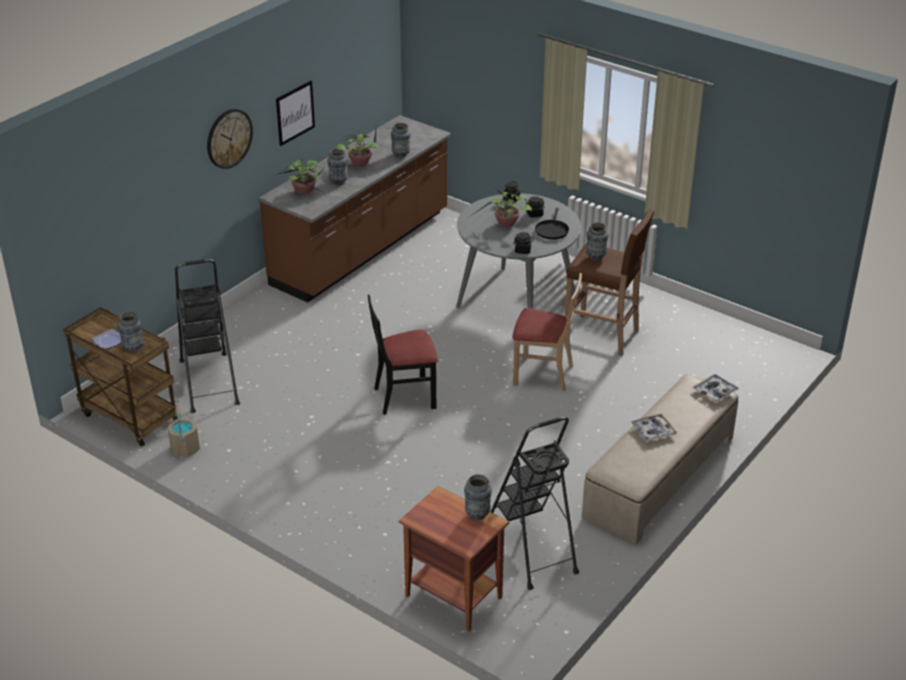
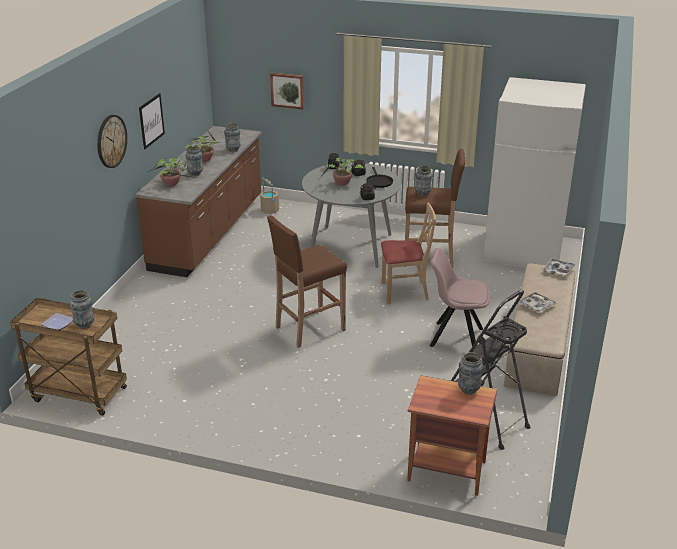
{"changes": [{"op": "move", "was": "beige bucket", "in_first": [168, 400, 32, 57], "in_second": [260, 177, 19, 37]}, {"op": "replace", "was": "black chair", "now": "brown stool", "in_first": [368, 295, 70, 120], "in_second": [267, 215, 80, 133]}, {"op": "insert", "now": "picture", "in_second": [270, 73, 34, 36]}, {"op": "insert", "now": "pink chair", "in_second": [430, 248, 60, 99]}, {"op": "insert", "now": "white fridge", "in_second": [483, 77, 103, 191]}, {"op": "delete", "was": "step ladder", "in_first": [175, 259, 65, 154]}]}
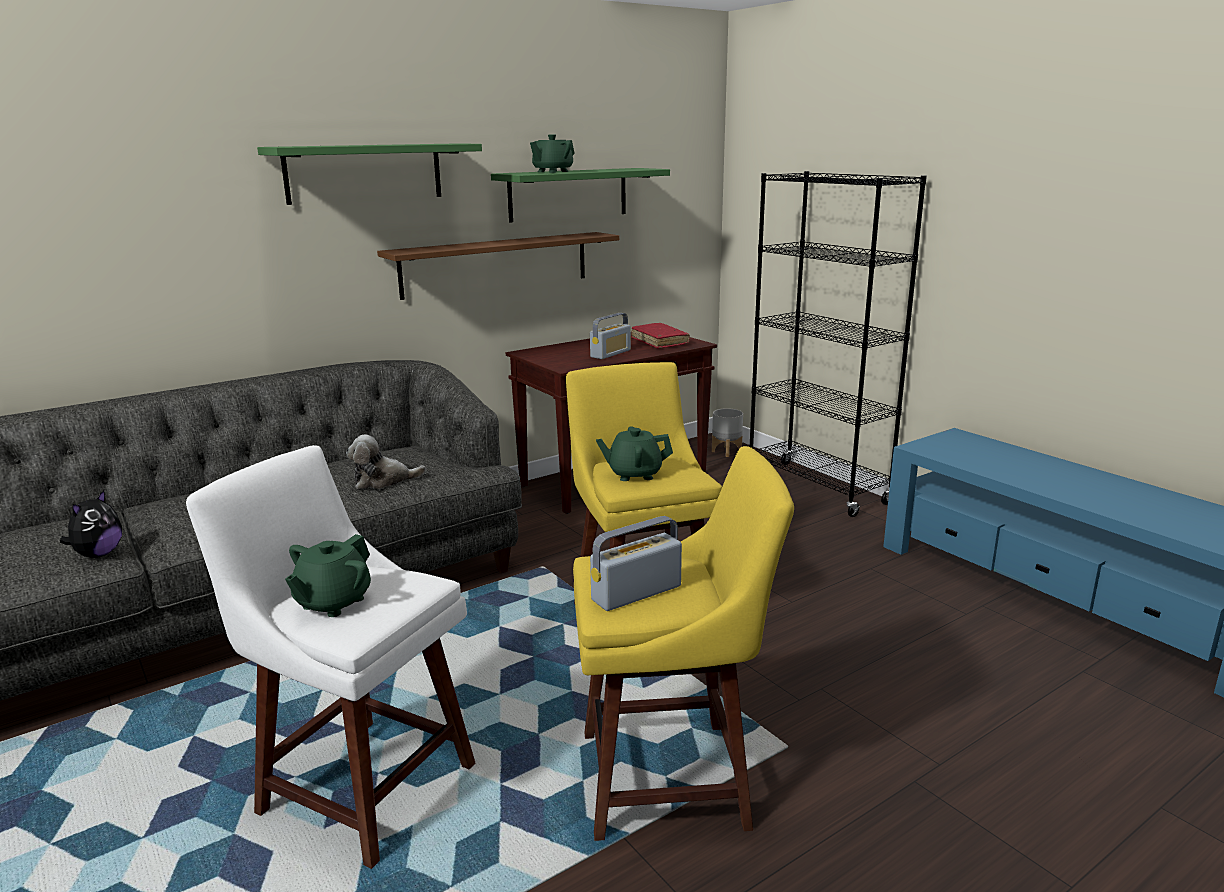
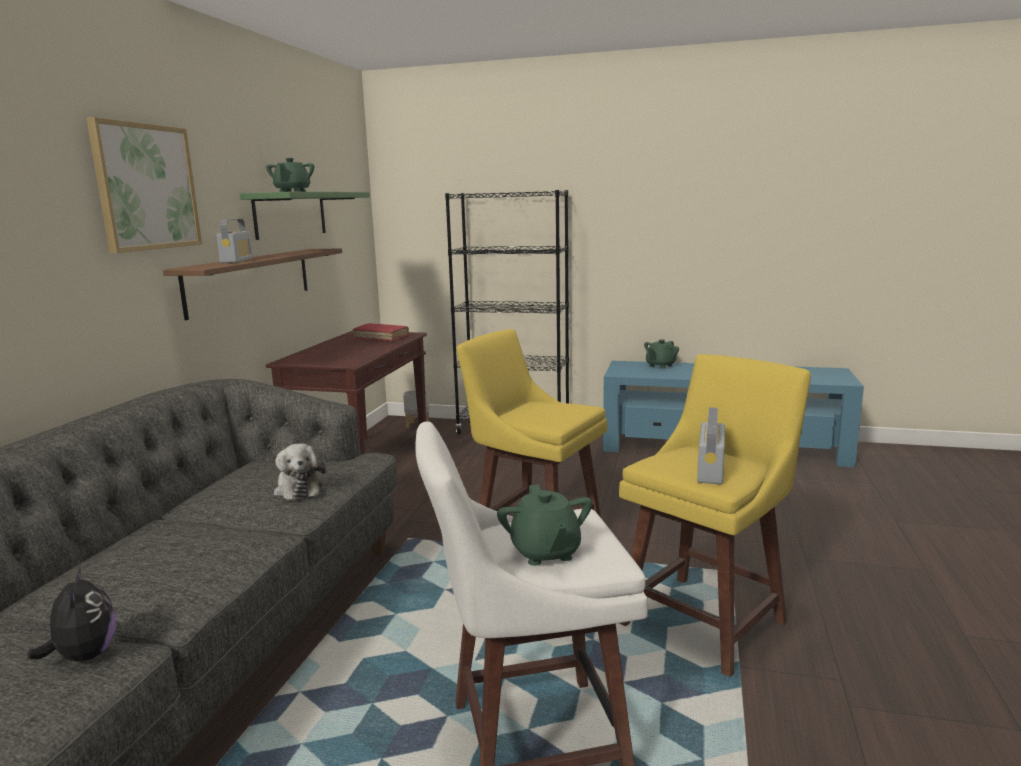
{"changes": [{"op": "replace", "was": "green shelf", "now": "picture", "in_first": [257, 144, 225, 61], "in_second": [86, 117, 116, 136]}, {"op": "move", "was": "radio", "in_first": [590, 313, 41, 46], "in_second": [216, 218, 37, 45]}, {"op": "rotate", "was": "plush toy", "in_first": [346, 435, 80, 54], "in_second": [274, 444, 52, 56], "clockwise": -60}, {"op": "move", "was": "green teapot", "in_first": [596, 426, 77, 55], "in_second": [644, 339, 35, 30]}]}
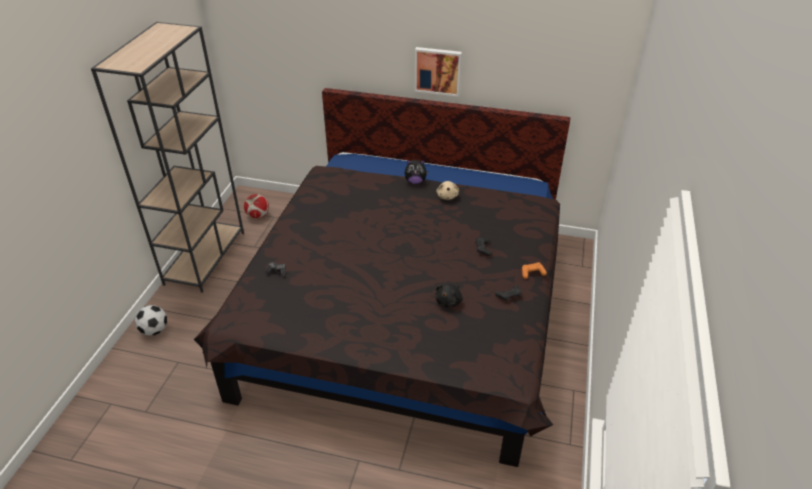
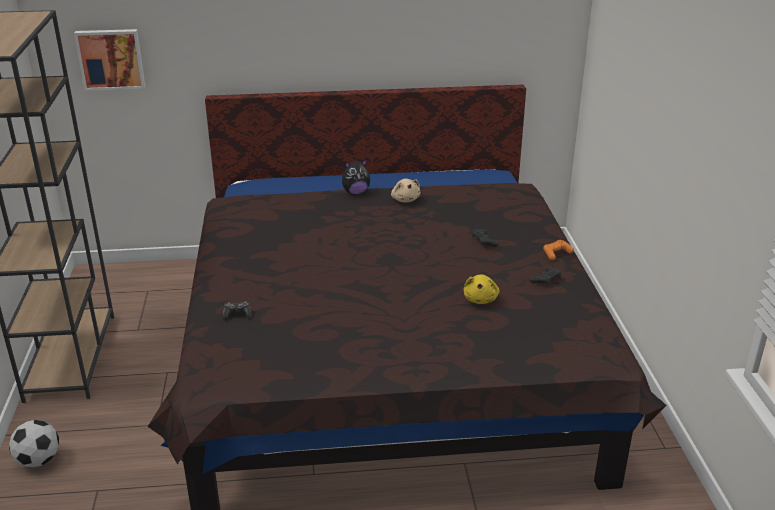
{"changes": [{"op": "move", "was": "picture", "in_first": [415, 47, 47, 50], "in_second": [74, 29, 71, 62]}, {"op": "recolor", "was": "black plush toy", "now": "yellow plush toy", "in_first": [435, 284, 28, 23], "in_second": [464, 275, 36, 29]}, {"op": "delete", "was": "football", "in_first": [244, 194, 25, 25]}]}
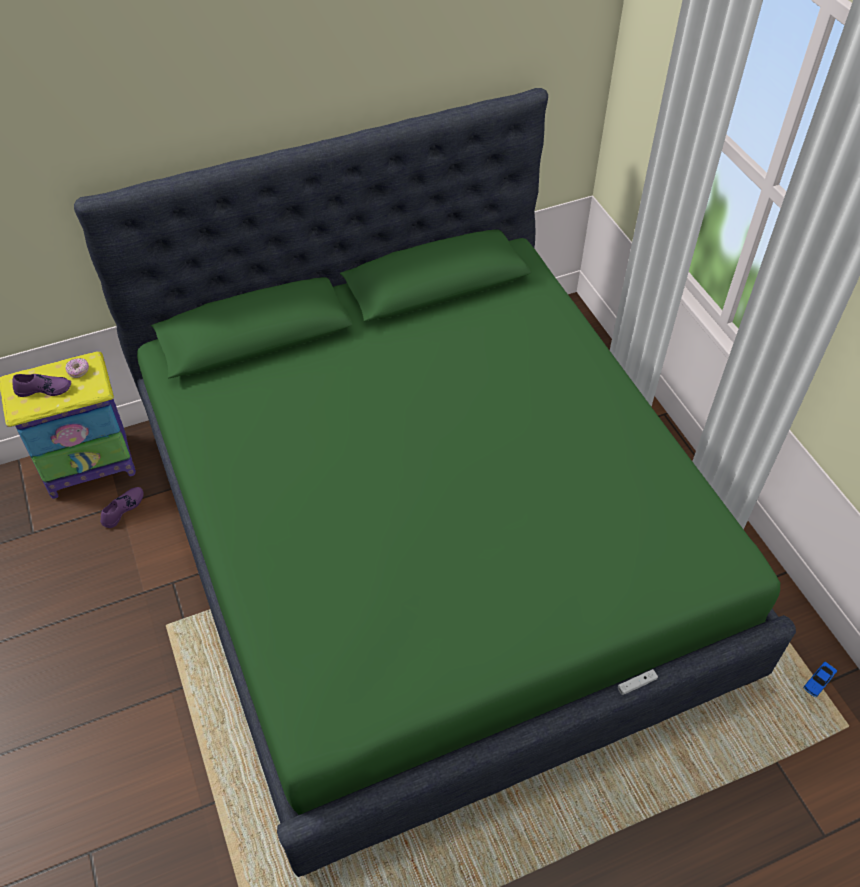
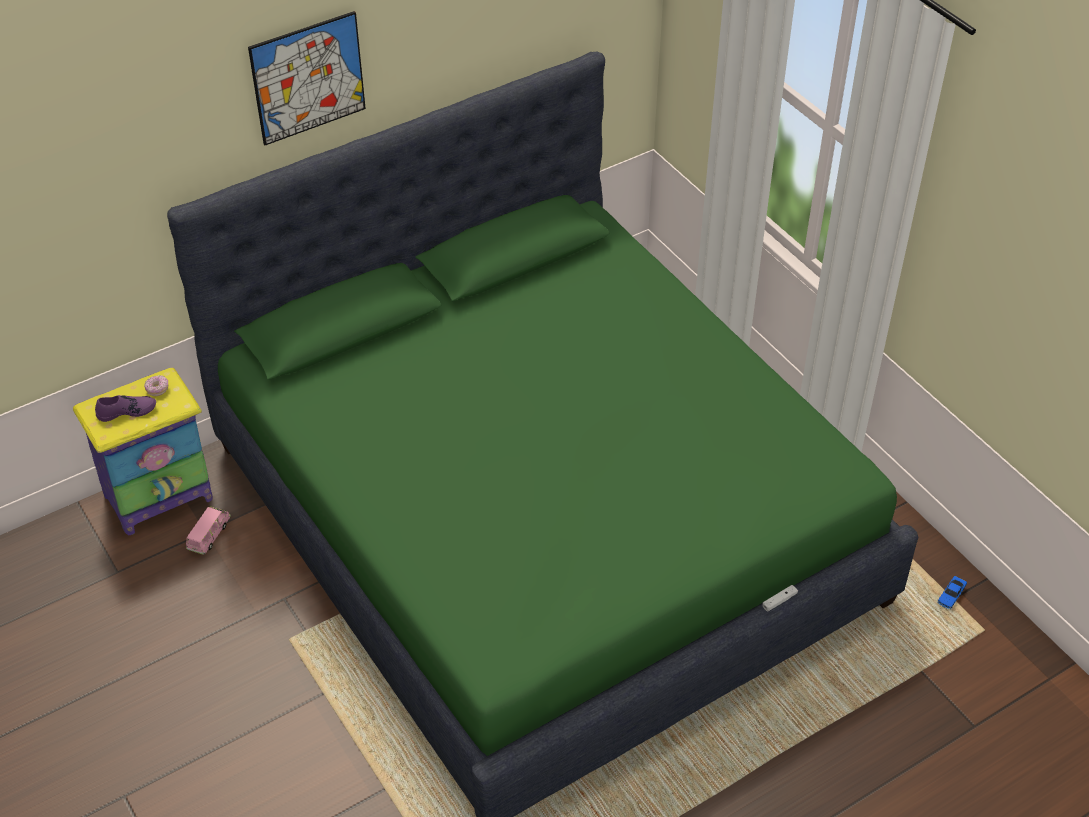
{"changes": [{"op": "replace", "was": "purple shoe", "now": "pink toy car", "in_first": [100, 487, 44, 41], "in_second": [186, 507, 45, 48]}, {"op": "insert", "now": "picture", "in_second": [248, 11, 118, 134]}]}
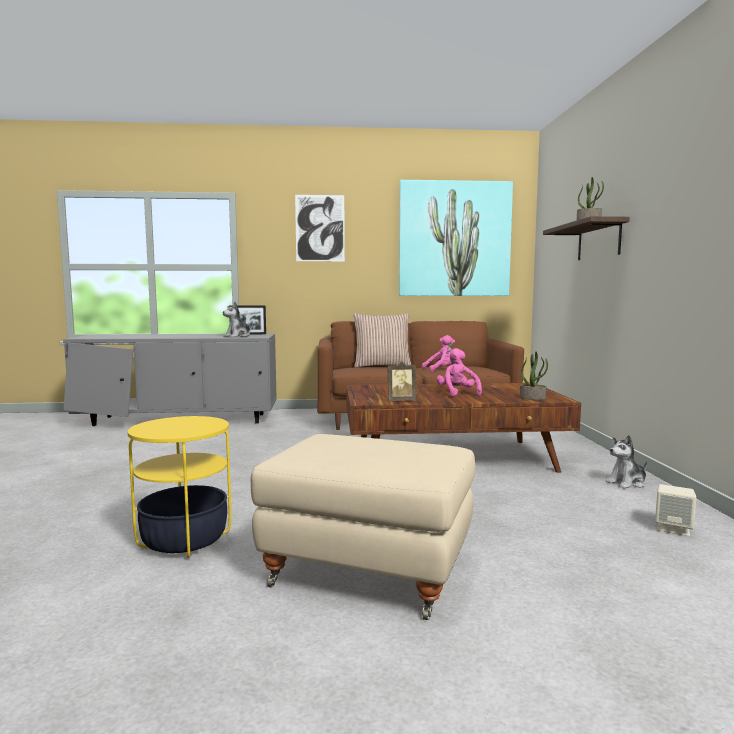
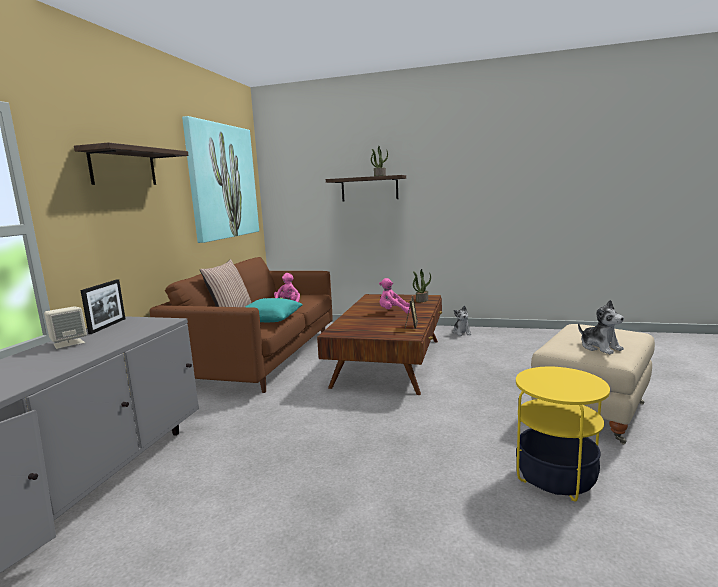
{"changes": [{"op": "move", "was": "beige speaker", "in_first": [655, 484, 41, 52], "in_second": [44, 306, 43, 43]}, {"op": "replace", "was": "picture", "now": "shelf", "in_first": [295, 195, 50, 66], "in_second": [74, 142, 115, 43]}, {"op": "insert", "now": "turquoise pillow", "in_second": [246, 297, 57, 25]}, {"op": "move", "was": "plush toy", "in_first": [223, 302, 30, 35], "in_second": [578, 300, 46, 54]}]}
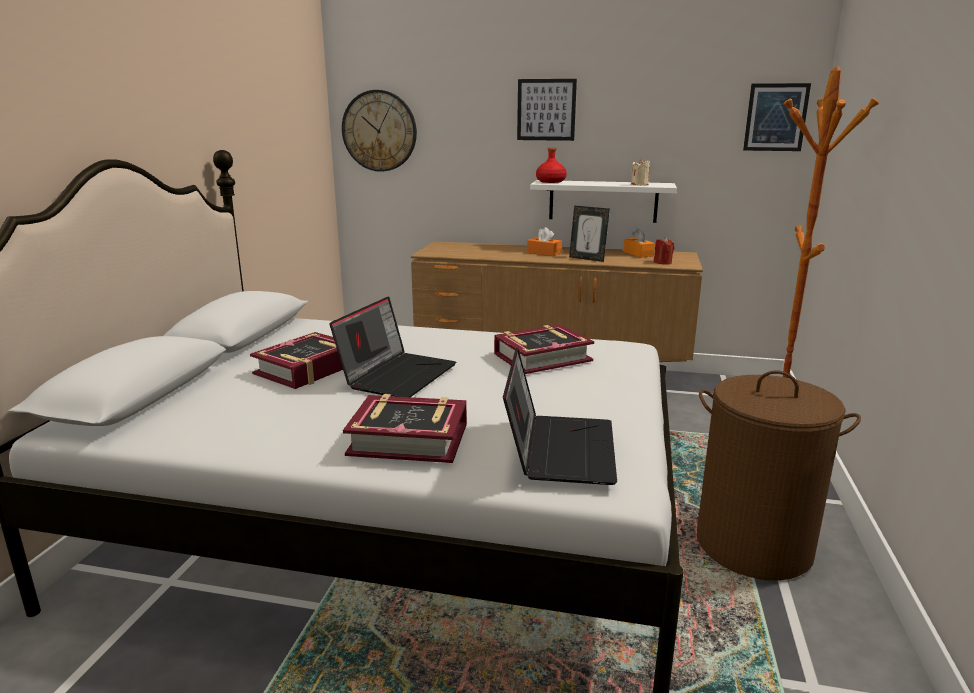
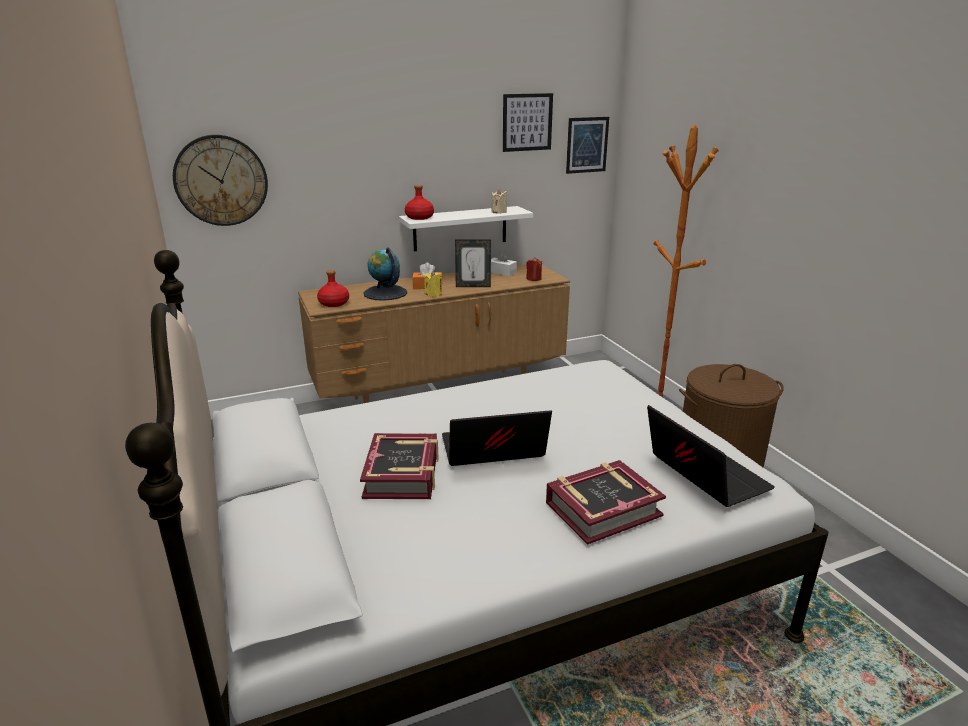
{"changes": [{"op": "insert", "now": "red bottle", "in_second": [317, 270, 32, 37]}, {"op": "insert", "now": "globe", "in_second": [363, 247, 44, 54]}, {"op": "insert", "now": "yellow candle", "in_second": [424, 271, 18, 25]}, {"op": "rotate", "was": "laptop", "in_first": [329, 296, 127, 101], "in_second": [442, 410, 110, 56], "clockwise": -90}, {"op": "recolor", "was": "orange tissue box", "now": "white tissue box", "in_first": [623, 228, 32, 30], "in_second": [491, 250, 26, 26]}, {"op": "move", "was": "picture", "in_first": [517, 79, 60, 62], "in_second": [503, 93, 50, 59]}, {"op": "delete", "was": "book", "in_first": [494, 324, 100, 50]}]}
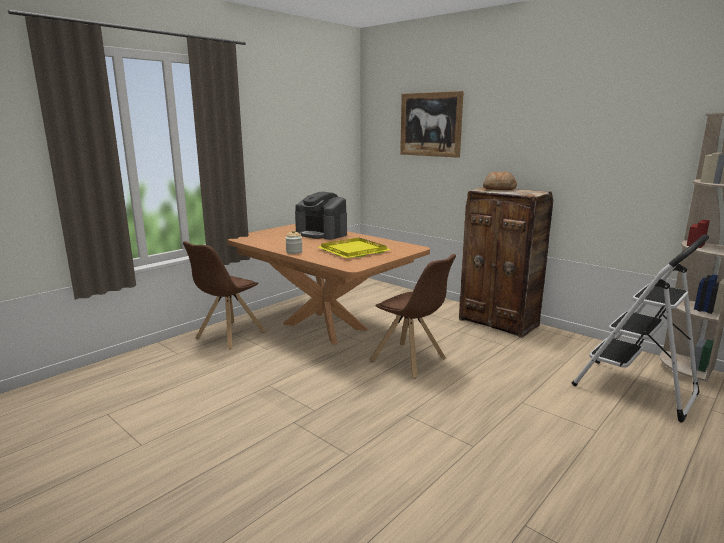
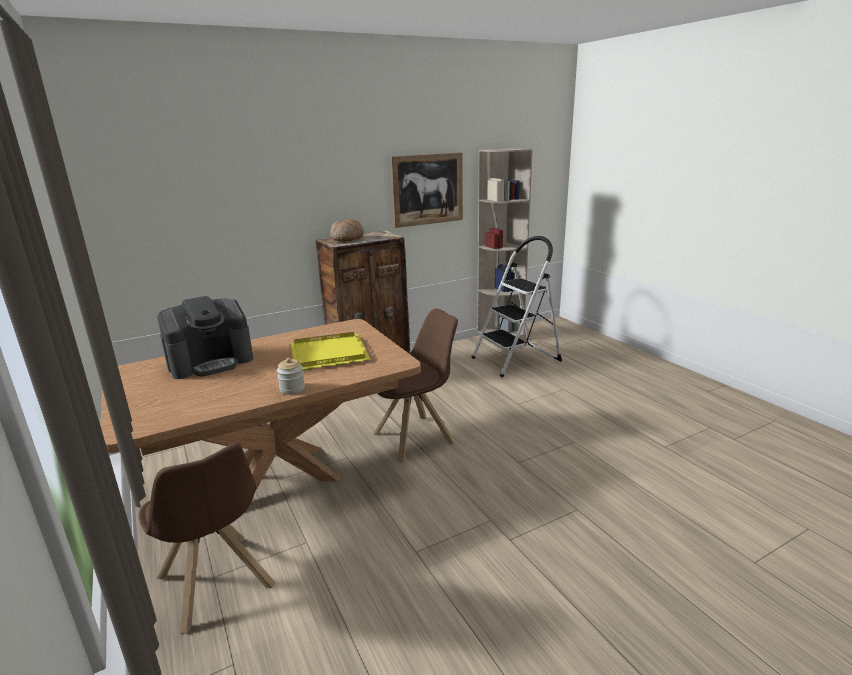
{"changes": [{"op": "move", "was": "picture", "in_first": [400, 91, 64, 67], "in_second": [391, 152, 72, 76]}]}
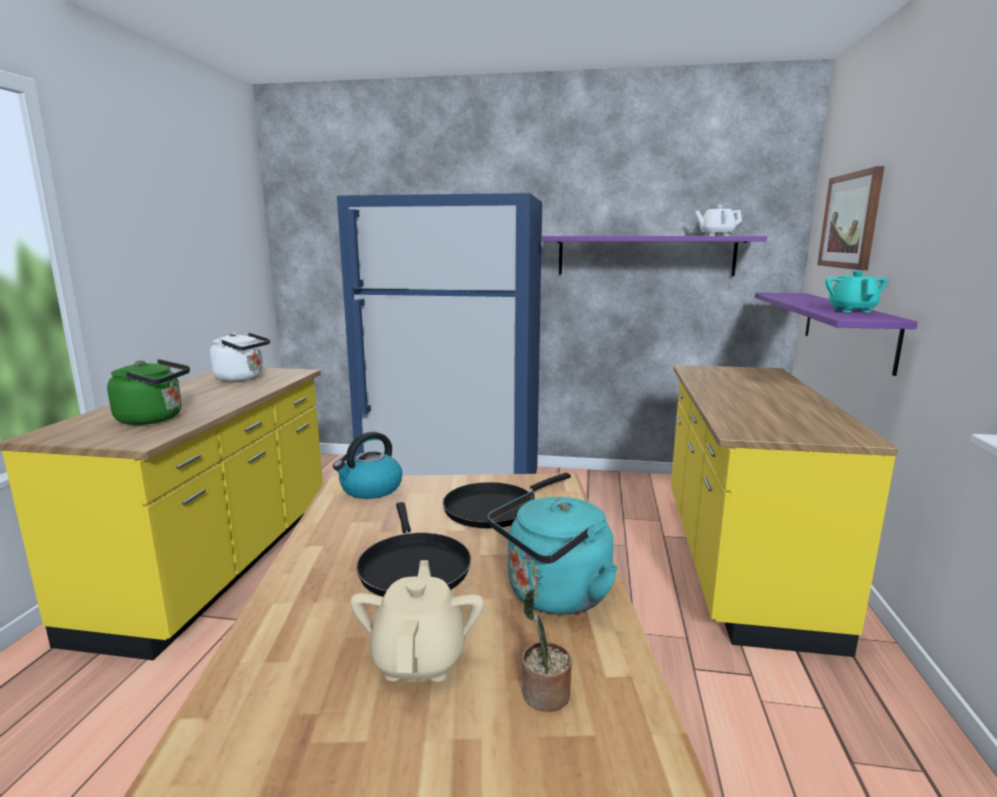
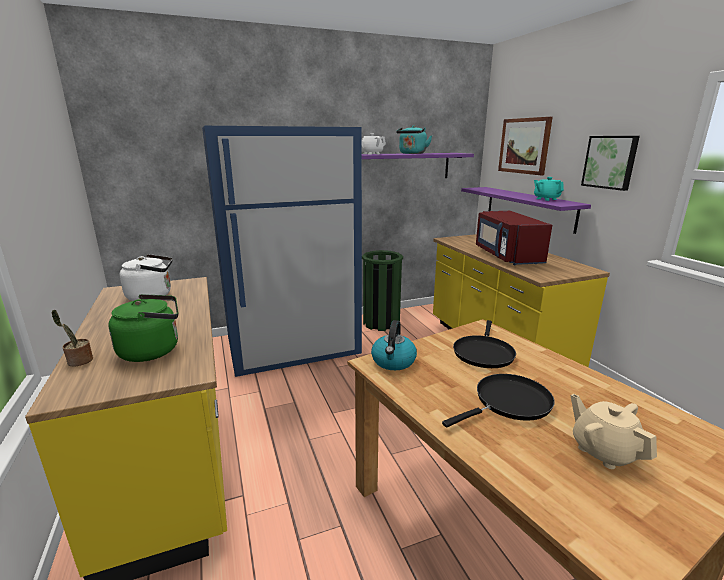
{"changes": [{"op": "move", "was": "potted plant", "in_first": [522, 588, 50, 124], "in_second": [52, 310, 41, 56]}, {"op": "move", "was": "white teapot", "in_first": [695, 205, 47, 31], "in_second": [362, 133, 24, 22]}, {"op": "insert", "now": "green trash can", "in_second": [362, 250, 41, 81]}, {"op": "move", "was": "turquoise kettle", "in_first": [488, 491, 130, 124], "in_second": [396, 125, 36, 29]}, {"op": "rotate", "was": "black frying pan", "in_first": [356, 502, 115, 95], "in_second": [442, 374, 113, 54], "clockwise": -75}, {"op": "insert", "now": "red microwave", "in_second": [476, 211, 76, 54]}, {"op": "insert", "now": "picture", "in_second": [581, 136, 59, 55]}]}
